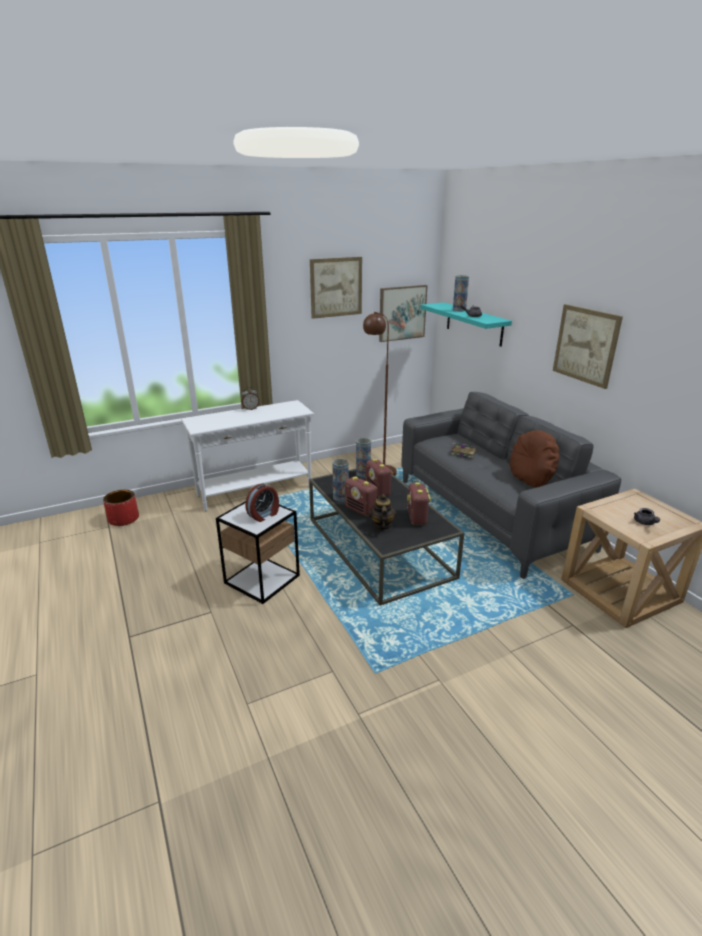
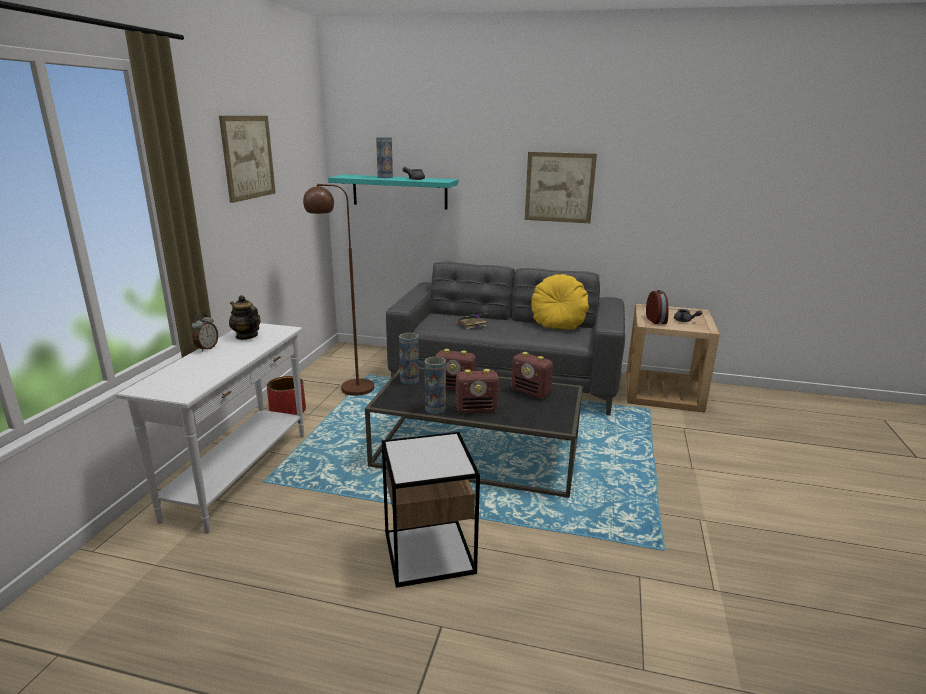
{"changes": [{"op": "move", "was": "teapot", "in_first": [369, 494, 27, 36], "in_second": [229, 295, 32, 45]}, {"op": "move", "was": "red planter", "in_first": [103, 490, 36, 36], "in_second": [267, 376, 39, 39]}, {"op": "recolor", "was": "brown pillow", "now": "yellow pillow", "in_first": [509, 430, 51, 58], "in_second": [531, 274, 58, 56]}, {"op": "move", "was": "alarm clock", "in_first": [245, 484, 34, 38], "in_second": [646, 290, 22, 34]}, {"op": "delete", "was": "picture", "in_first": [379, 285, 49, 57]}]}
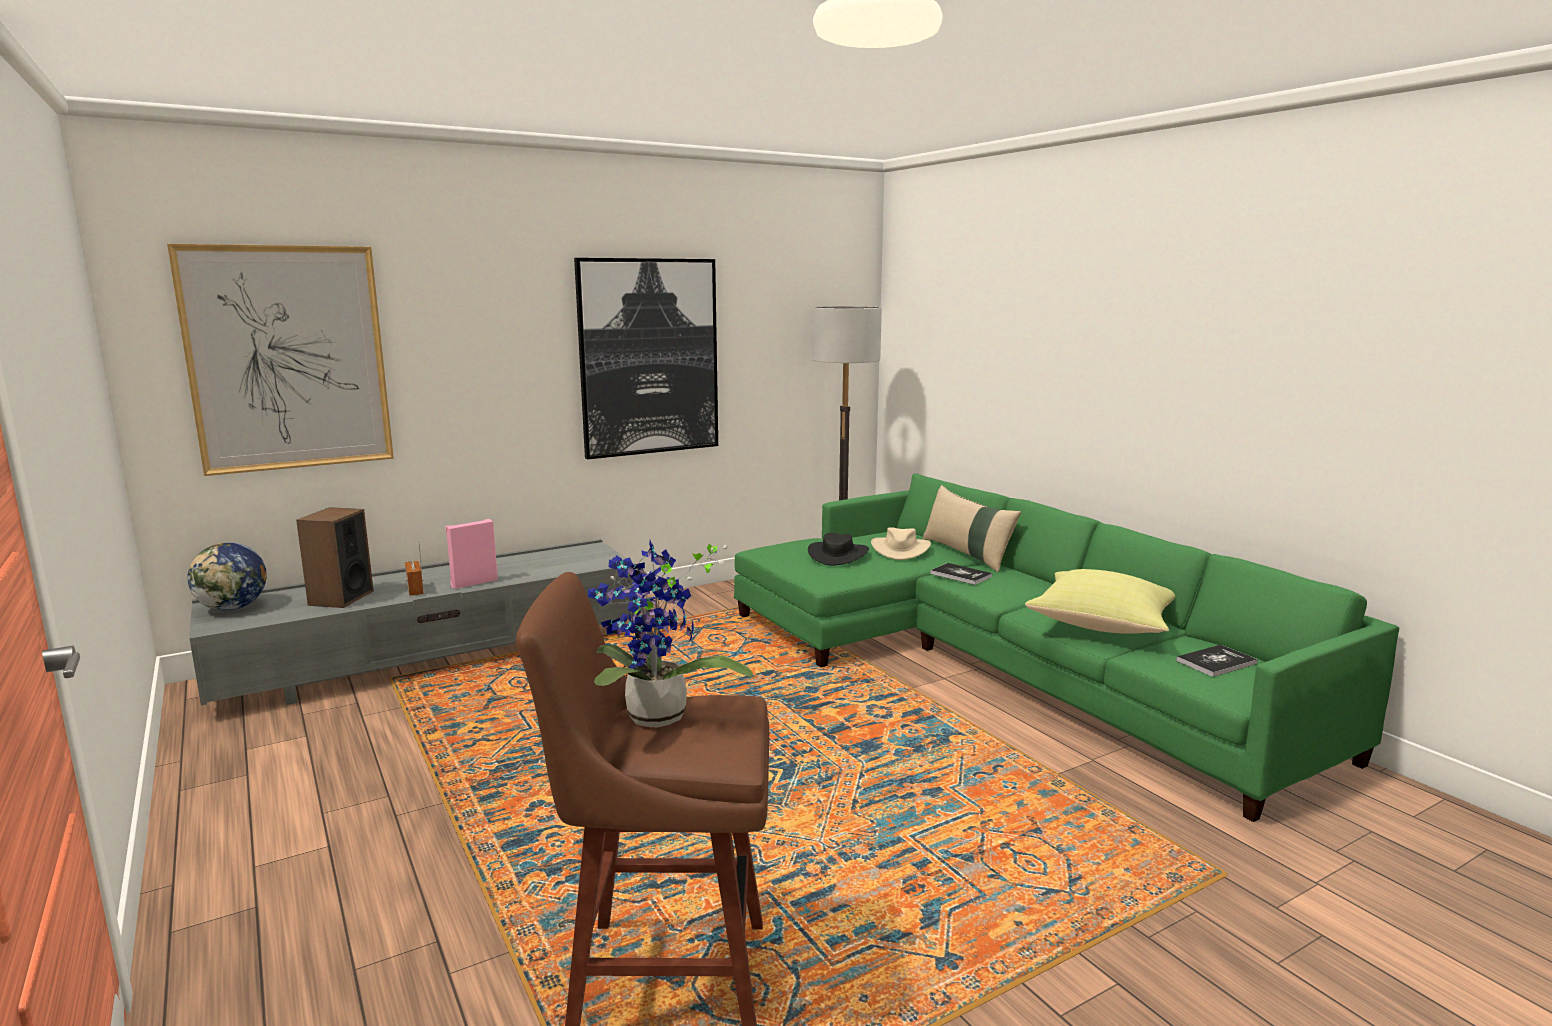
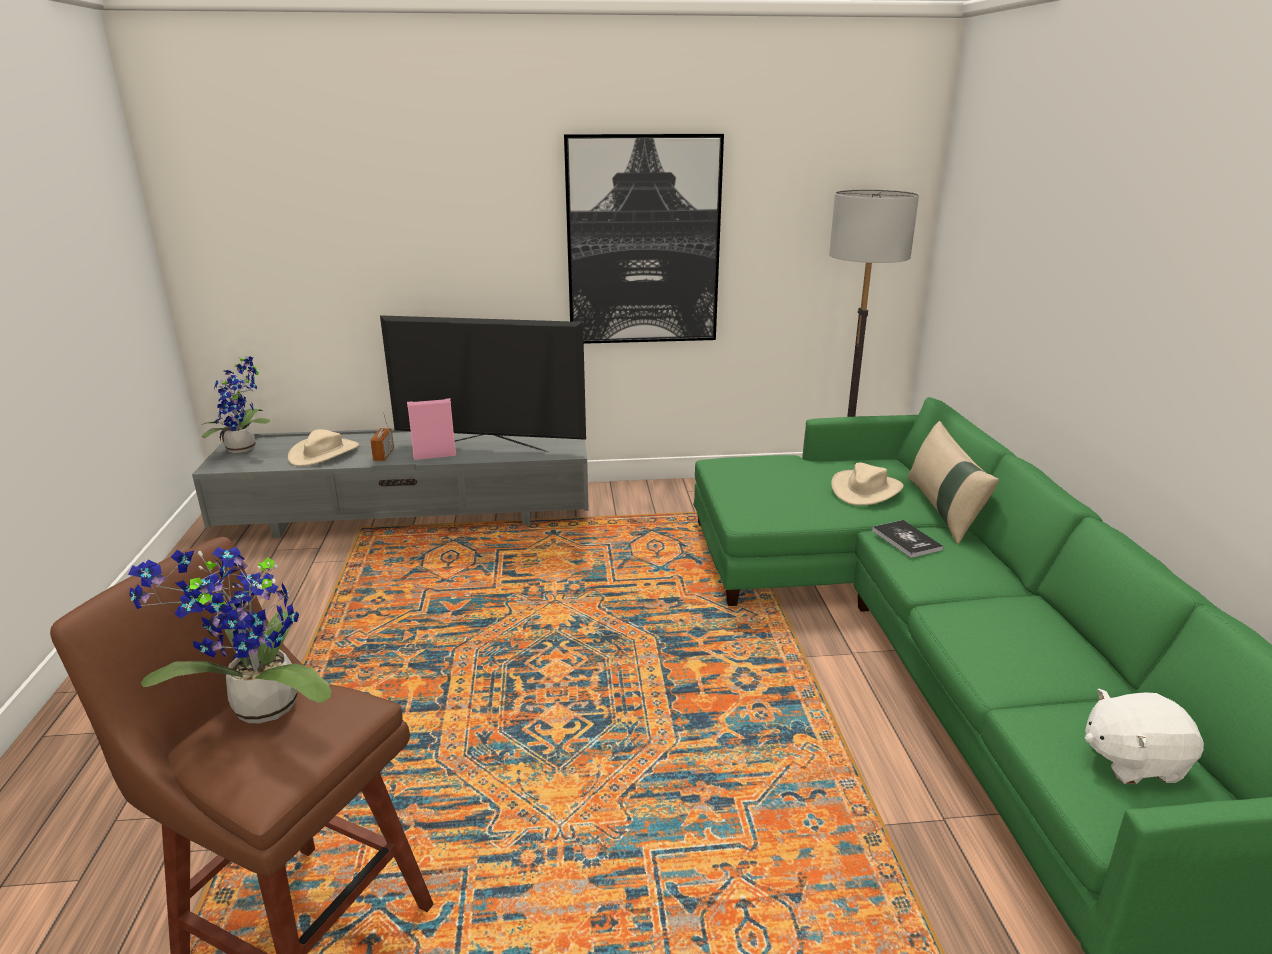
{"changes": [{"op": "replace", "was": "globe", "now": "potted plant", "in_first": [187, 542, 80, 69], "in_second": [201, 355, 69, 98]}, {"op": "replace", "was": "speaker", "now": "beige hat", "in_first": [296, 507, 77, 101], "in_second": [288, 429, 71, 37]}, {"op": "insert", "now": "television", "in_second": [380, 315, 206, 137]}, {"op": "replace", "was": "book", "now": "white plush toy", "in_first": [1176, 645, 82, 32], "in_second": [1085, 689, 119, 95]}, {"op": "delete", "was": "picture", "in_first": [167, 244, 227, 232]}, {"op": "delete", "was": "black hat", "in_first": [808, 533, 61, 33]}, {"op": "delete", "was": "yellow pillow", "in_first": [1025, 569, 150, 65]}]}
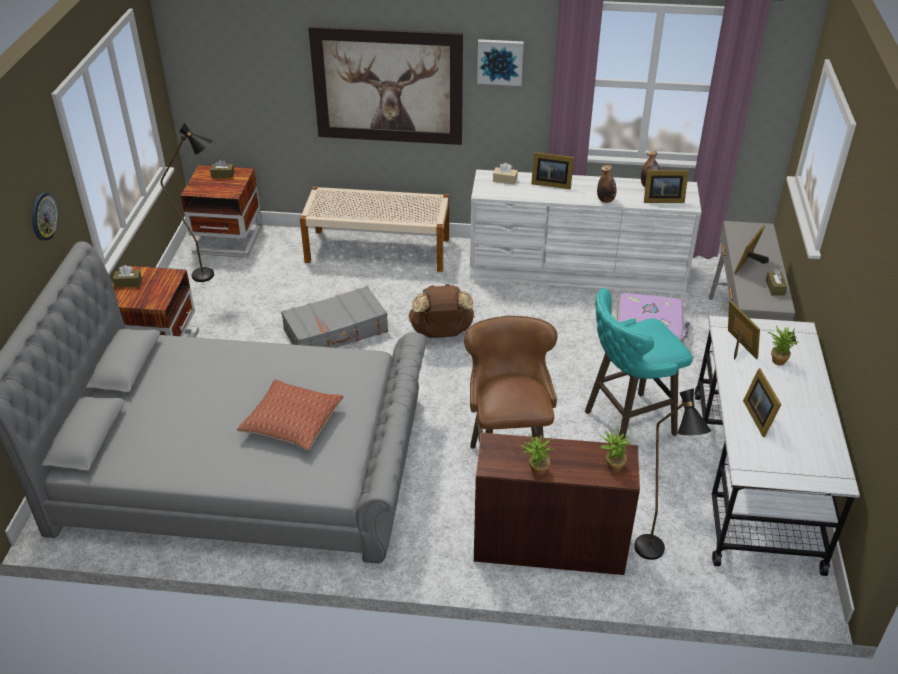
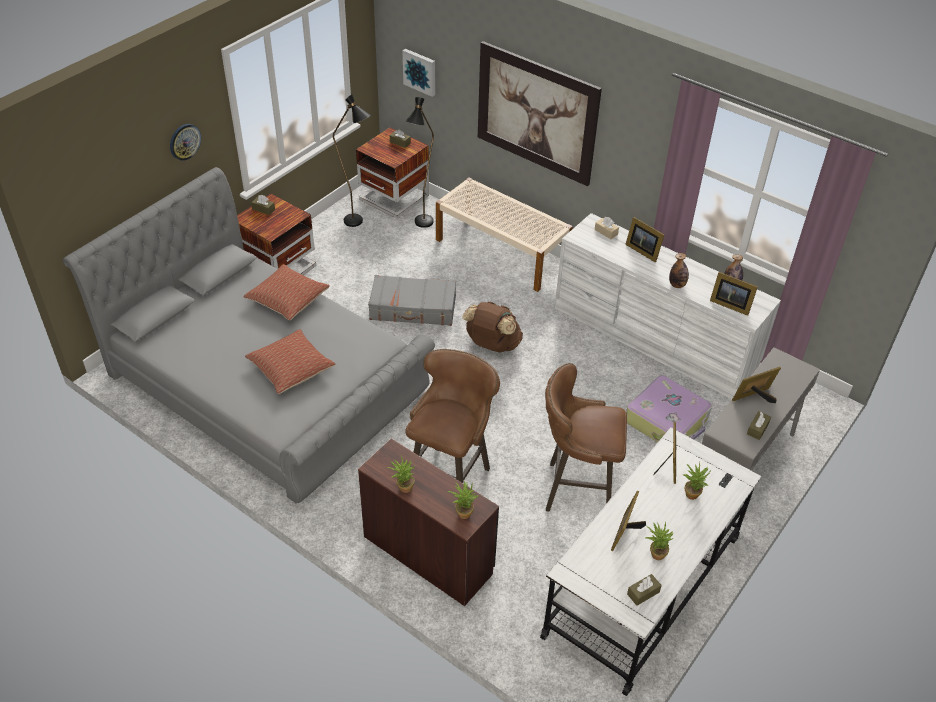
{"changes": [{"op": "insert", "now": "pillow", "in_second": [243, 264, 87, 57]}, {"op": "move", "was": "picture", "in_first": [477, 39, 47, 47], "in_second": [402, 49, 33, 48]}, {"op": "move", "was": "black floor lamp", "in_first": [634, 388, 77, 172], "in_second": [405, 97, 29, 131]}, {"op": "recolor", "was": "turquoise stool", "now": "brown stool", "in_first": [585, 288, 108, 151], "in_second": [545, 363, 82, 149]}, {"op": "insert", "now": "brown tissue box", "in_second": [627, 574, 35, 32]}, {"op": "insert", "now": "potted plant", "in_second": [645, 521, 29, 39]}]}
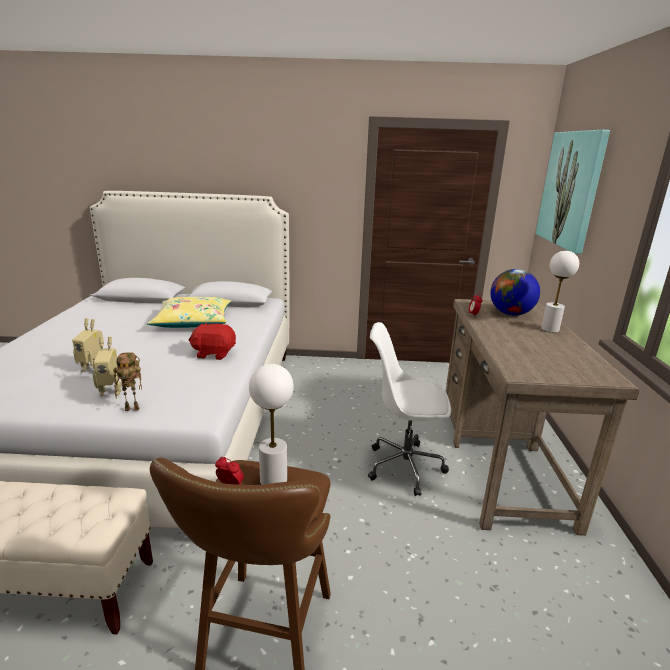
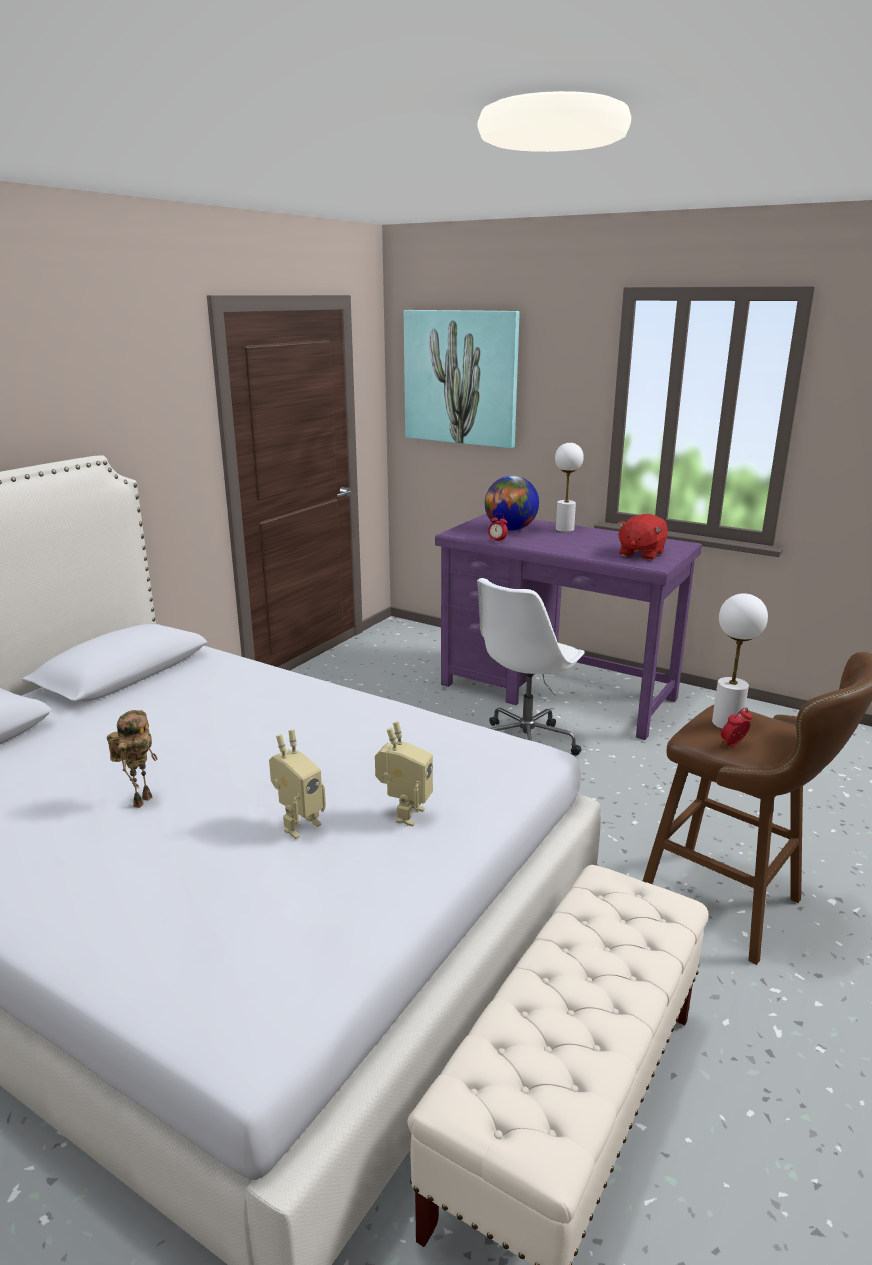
{"changes": [{"op": "move", "was": "toy robot", "in_first": [113, 352, 29, 59], "in_second": [107, 710, 50, 98]}, {"op": "recolor", "was": "brown desk", "now": "purple desk", "in_first": [446, 299, 193, 237], "in_second": [435, 514, 267, 226]}, {"op": "move", "was": "red plush toy", "in_first": [189, 323, 47, 37], "in_second": [617, 514, 51, 46]}, {"op": "delete", "was": "yellow pillow", "in_first": [147, 297, 84, 31]}]}
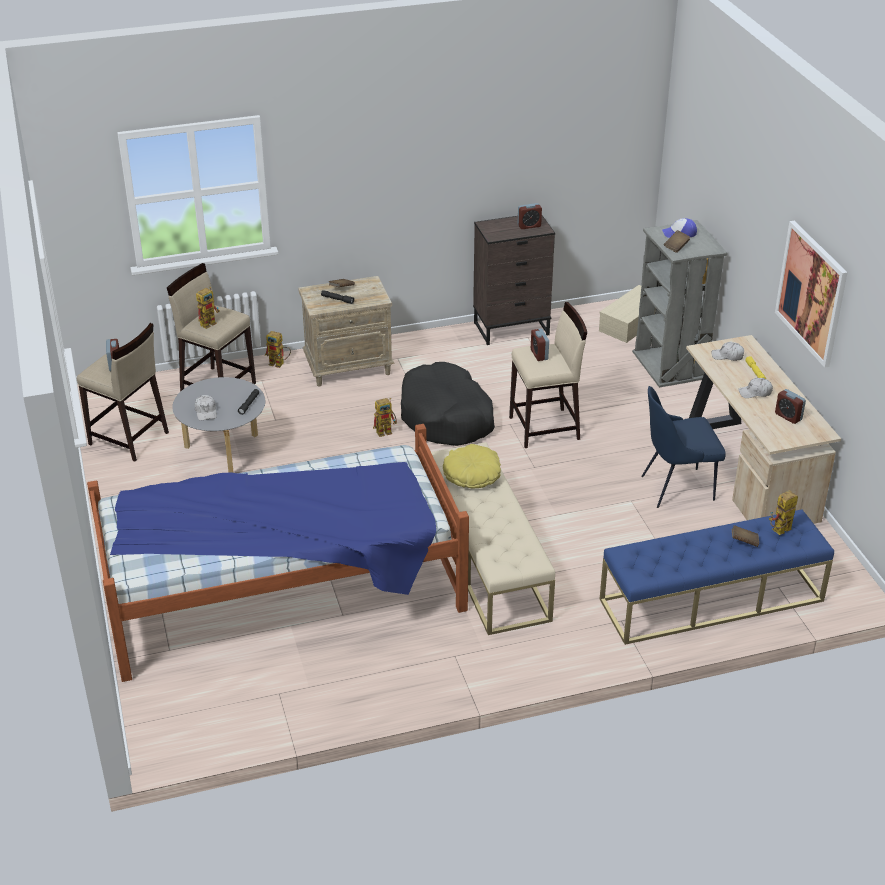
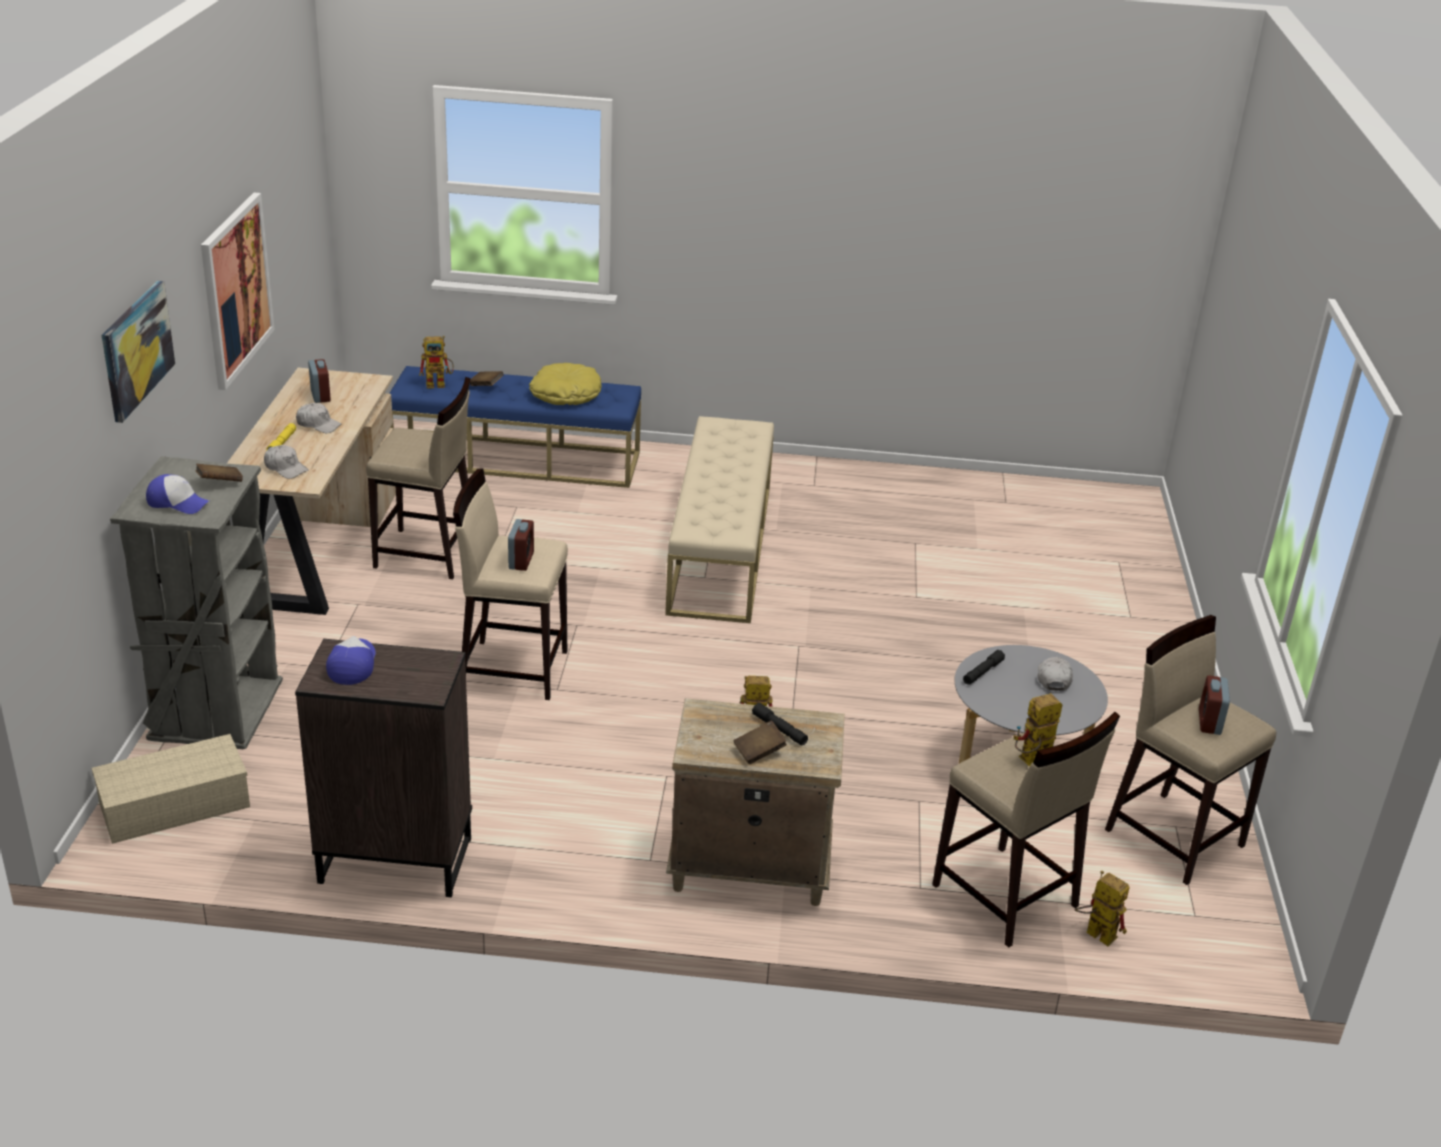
{"changes": [{"op": "insert", "now": "picture", "in_second": [102, 281, 73, 142]}, {"op": "replace", "was": "alarm clock", "now": "cap", "in_first": [518, 203, 24, 26], "in_second": [326, 636, 50, 49]}, {"op": "replace", "was": "blue chair", "now": "beige stool", "in_first": [641, 386, 85, 122], "in_second": [366, 377, 105, 202]}, {"op": "move", "was": "yellow pillow", "in_first": [443, 444, 58, 44], "in_second": [529, 363, 73, 42]}, {"op": "move", "was": "toy robot", "in_first": [265, 331, 26, 37], "in_second": [1075, 871, 55, 75]}, {"op": "delete", "was": "bed", "in_first": [87, 424, 382, 258]}, {"op": "delete", "was": "black dog bed", "in_first": [401, 362, 94, 84]}]}
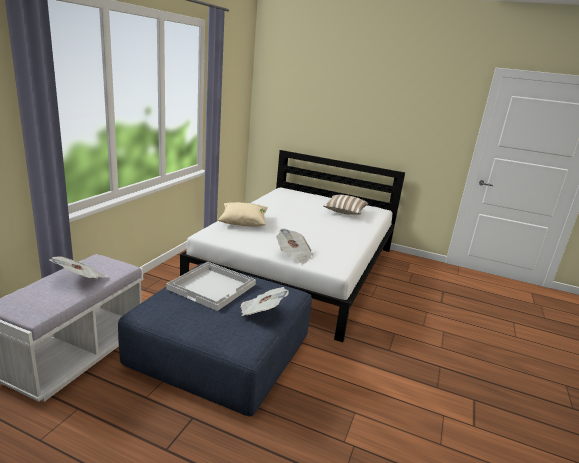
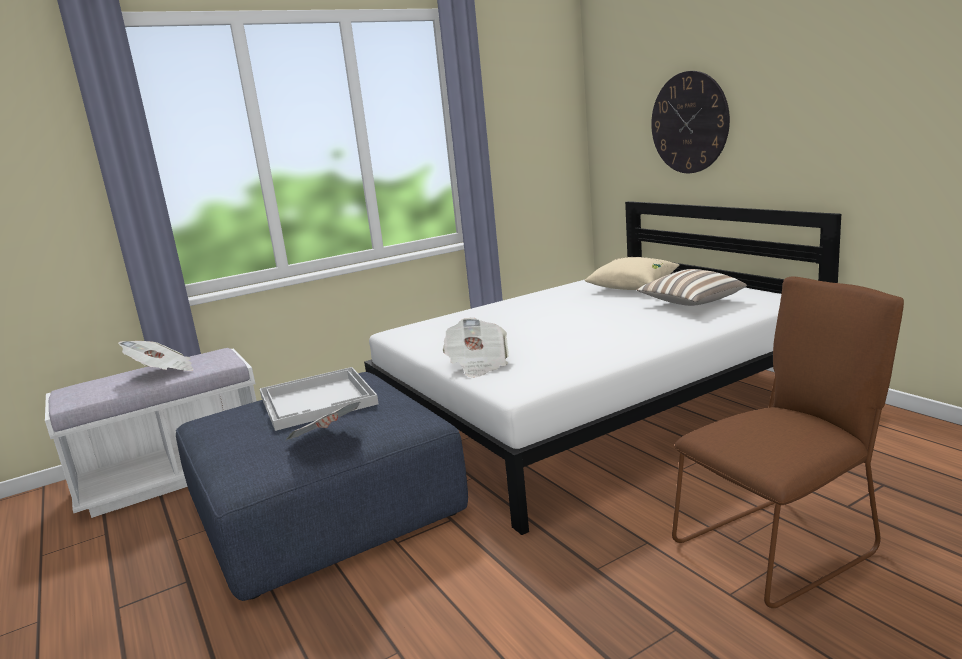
{"changes": [{"op": "move", "was": "beige pillow", "in_first": [218, 202, 50, 24], "in_second": [585, 257, 94, 33]}, {"op": "insert", "now": "wall clock", "in_second": [651, 71, 79, 102]}, {"op": "insert", "now": "brown chair", "in_second": [672, 277, 232, 331]}]}
